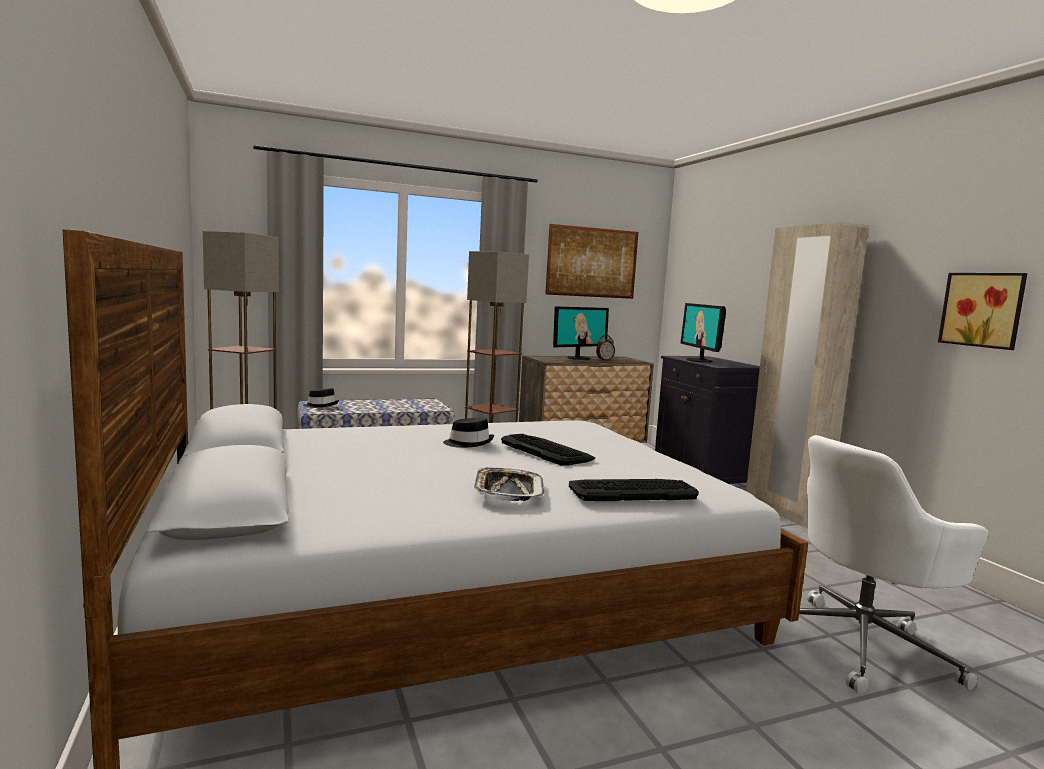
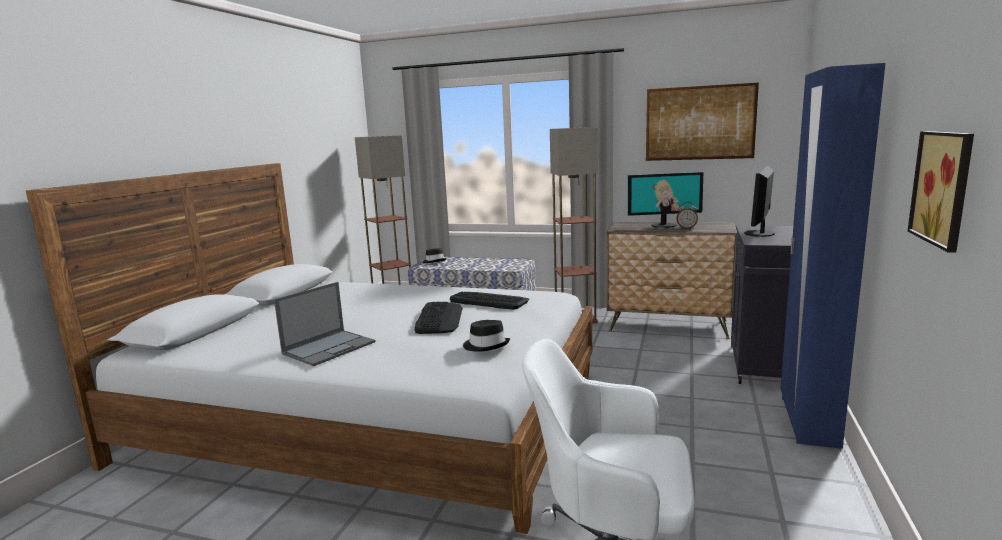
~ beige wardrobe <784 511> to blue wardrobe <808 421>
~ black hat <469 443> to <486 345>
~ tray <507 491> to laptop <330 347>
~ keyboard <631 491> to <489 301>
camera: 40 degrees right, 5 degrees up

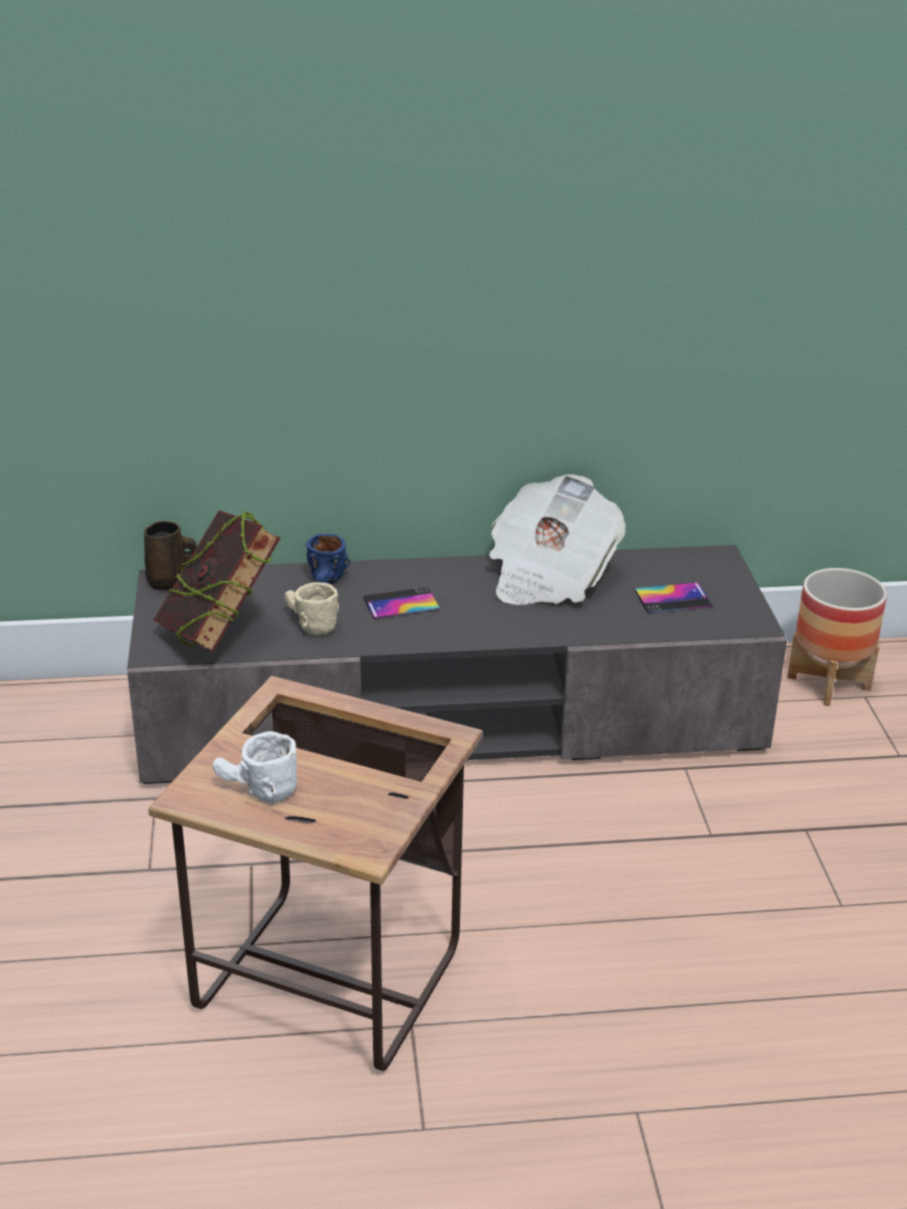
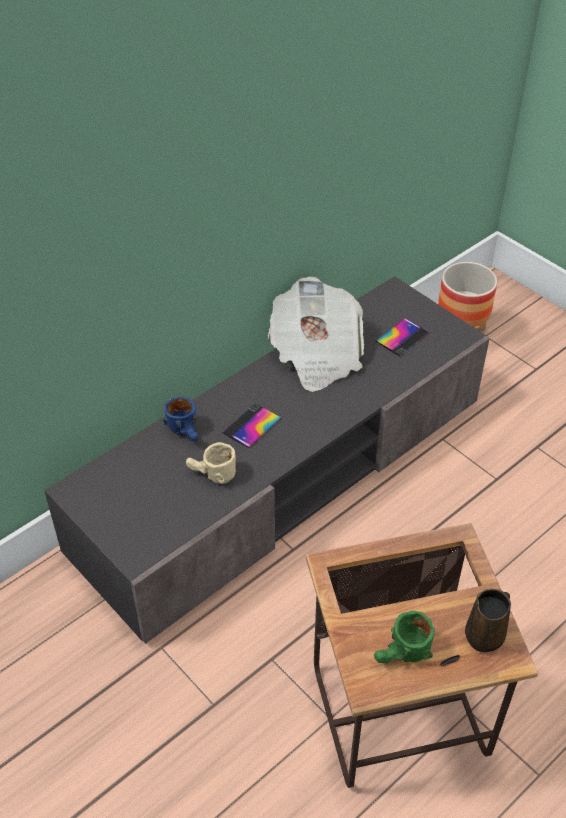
- book <220 634>
~ brown mug <170 582> to <485 635>
~ white mug <255 791> to green mug <402 656>
camera: 35 degrees left, 15 degrees up

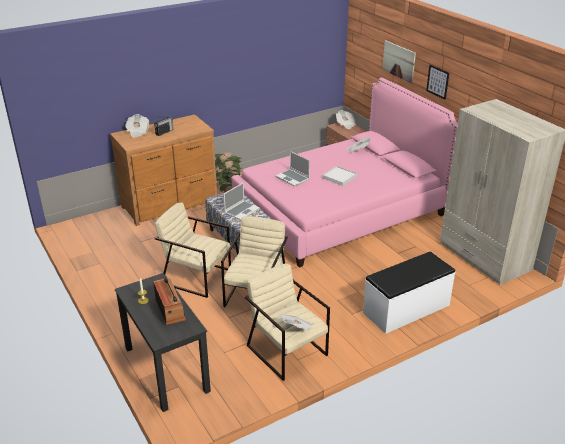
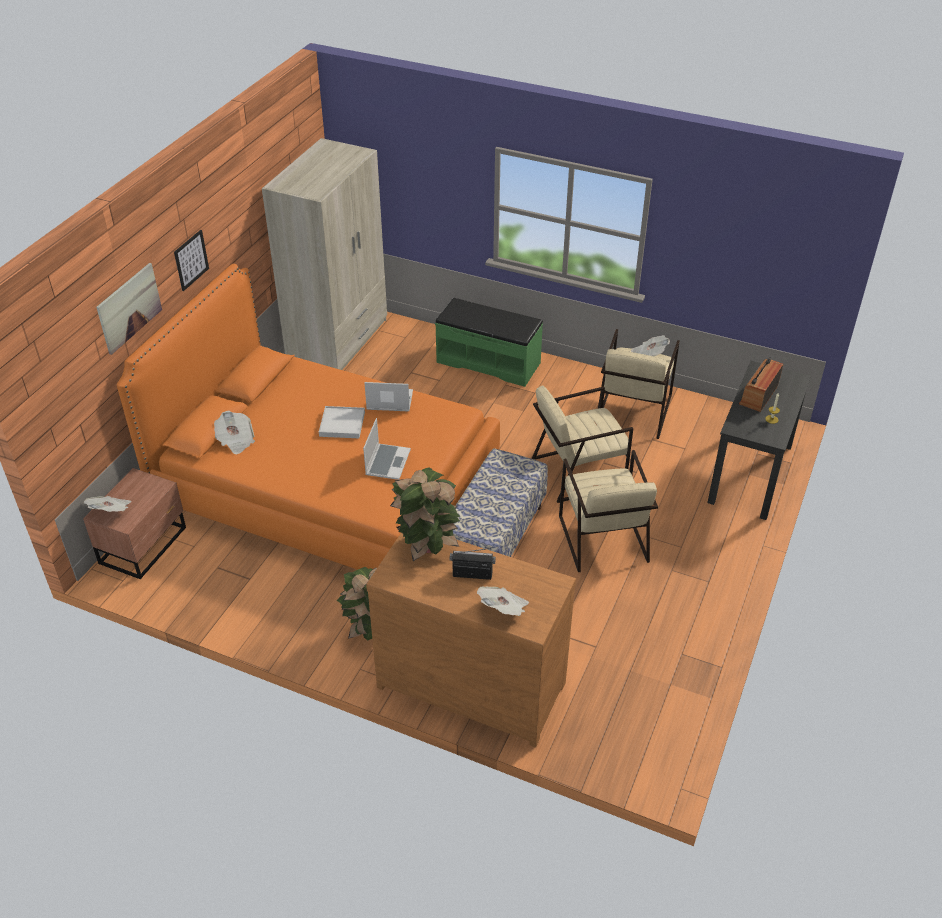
~ pink bed <339 210> to orange bed <327 485>
~ laptop <242 211> to <389 401>
~ white bench <406 309> to green bench <488 362>
+ potted plant <426 544>
camera: 125 degrees left, 10 degrees up

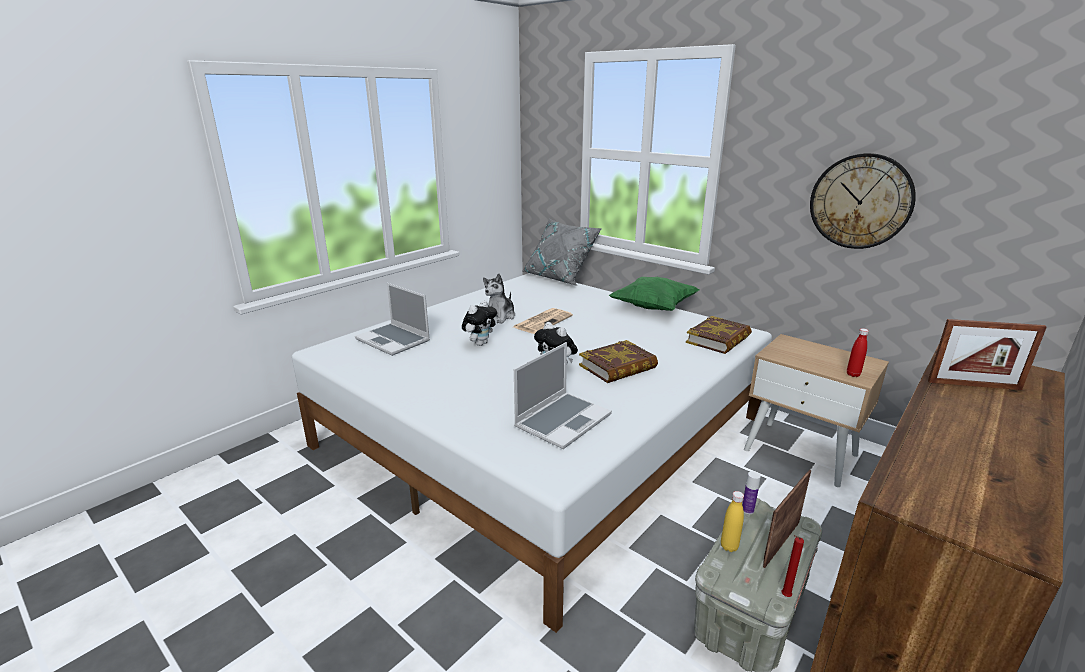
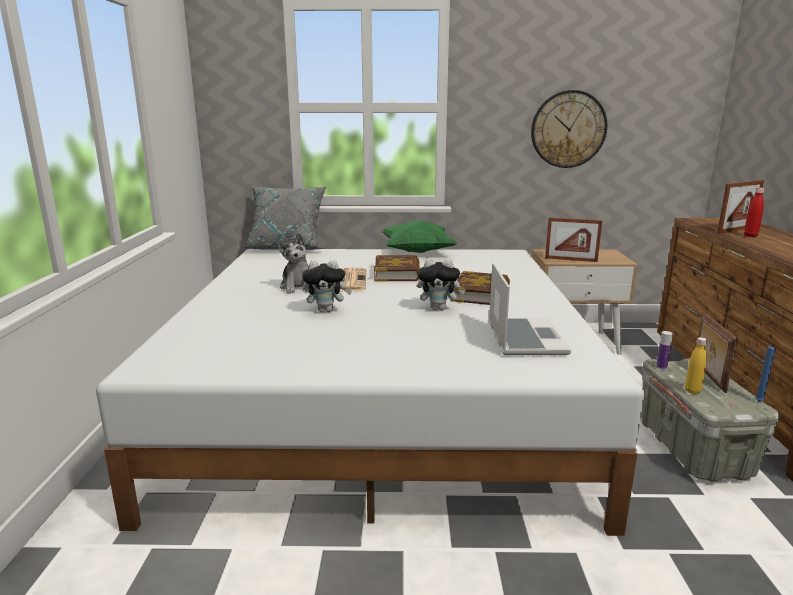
- laptop <394 340>
~ plush toy <480 343> = <327 310> 90 degrees clockwise
~ book <718 340> to <397 273>
~ red bottle <853 374> to <750 236>
~ red candle <784 596> to blue candle <759 402>
+ picture frame <571 259>
camera: 40 degrees left, 5 degrees down

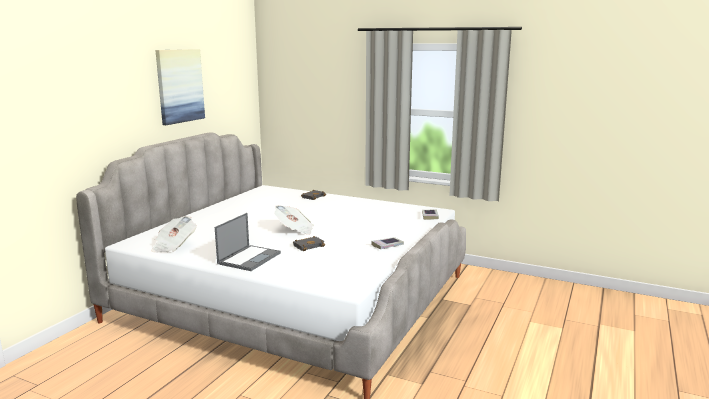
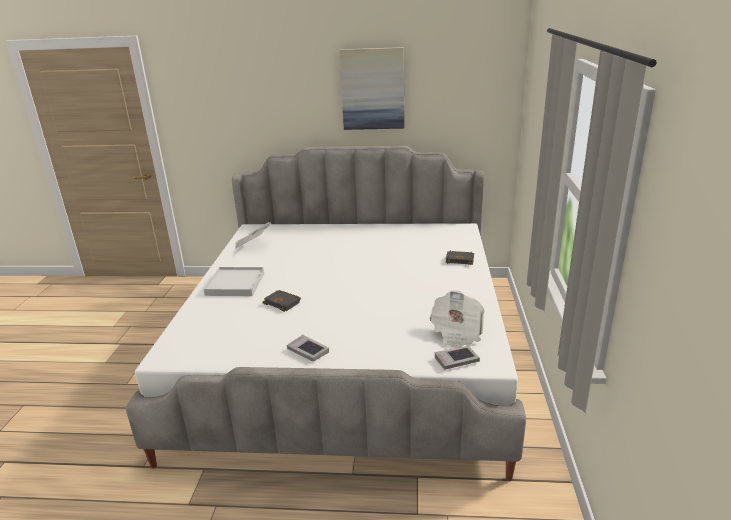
~ newspaper <295 230> to <456 333>
~ laptop <249 258> to white tray <235 284>
camera: 70 degrees right, 10 degrees up

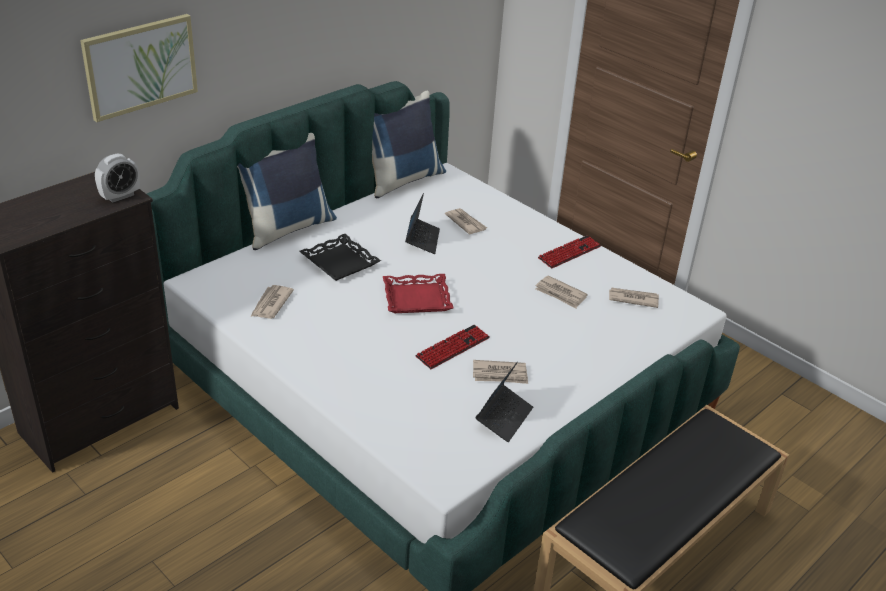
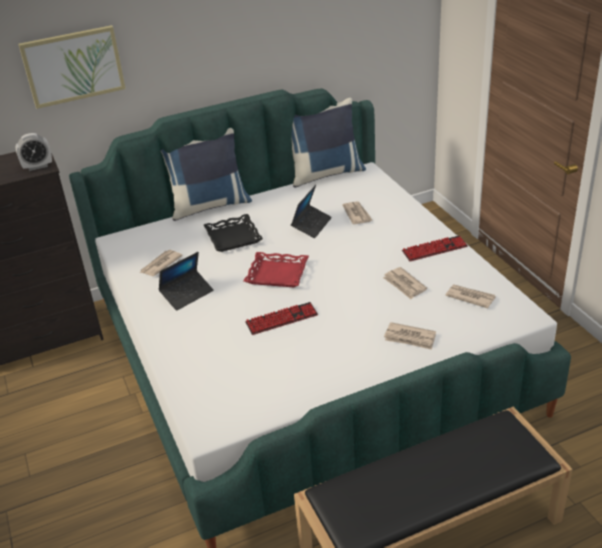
~ newspaper <500 374> to <410 338>
~ laptop <504 417> to <187 294>
camera: 25 degrees right, 0 degrees up

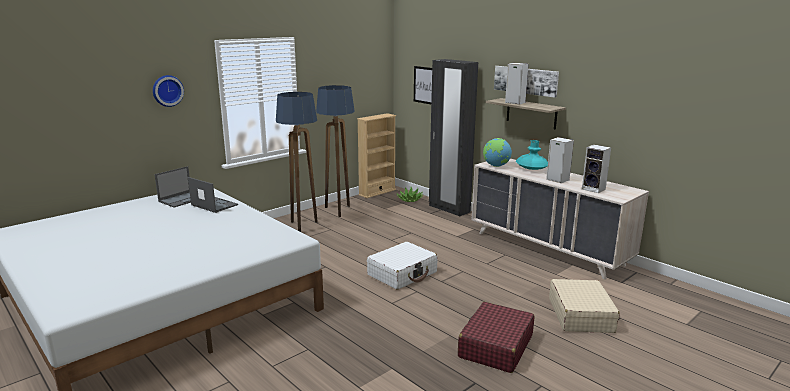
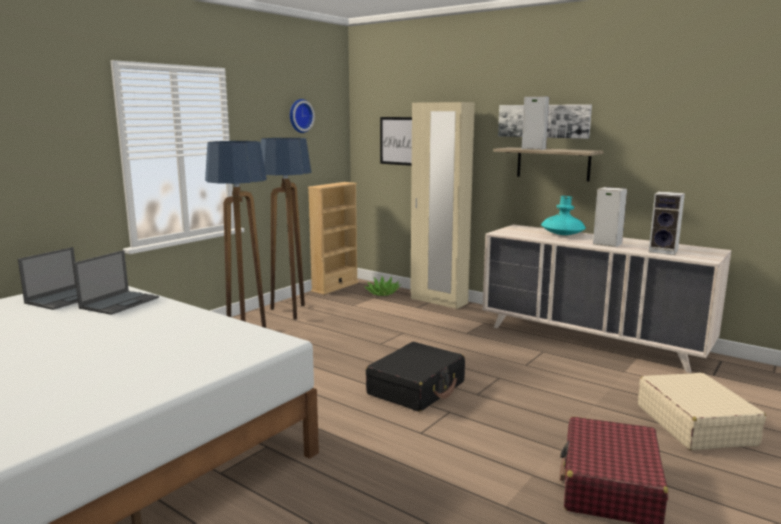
~ black wardrobe <449 209> to beige wardrobe <438 301>
~ wall clock <167 90> to <299 116>
- globe <496 166>
~ laptop <214 205> = <120 302> 90 degrees clockwise
~ white suitcase <402 274> to black suitcase <416 388>
camera: 10 degrees left, 5 degrees down

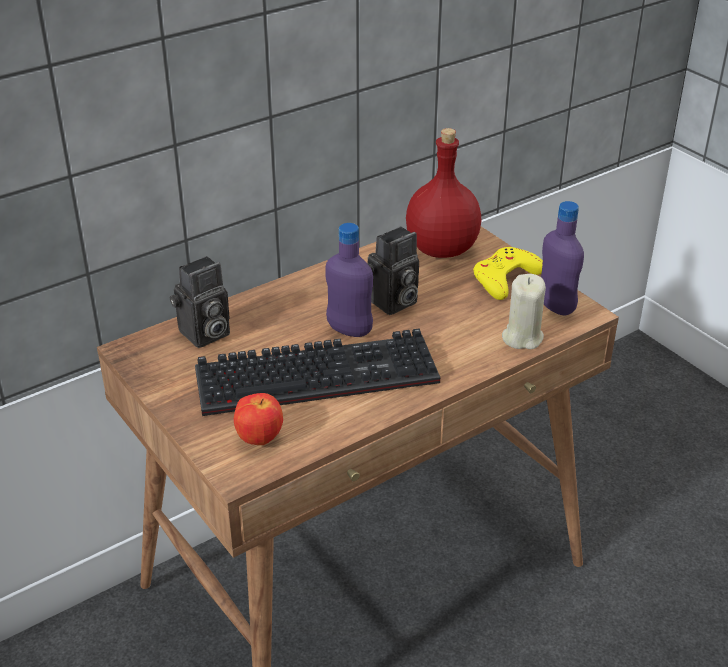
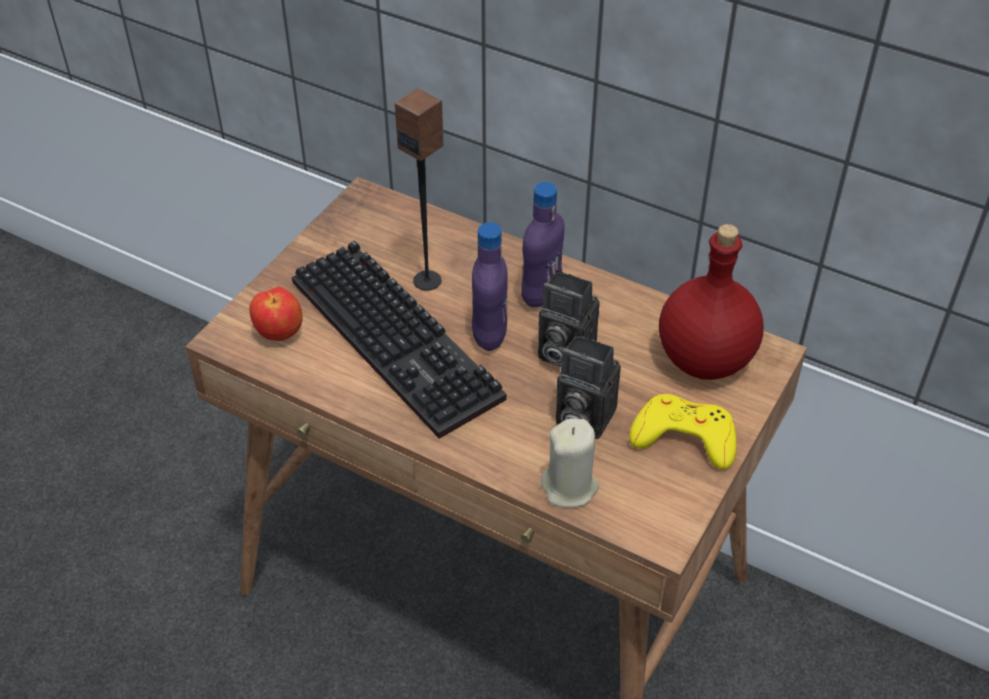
~ purple bottle <555 307> to <541 294>
~ photo camera <204 335> to <581 417>
+ speaker <427 280>
camera: 65 degrees right, 10 degrees up

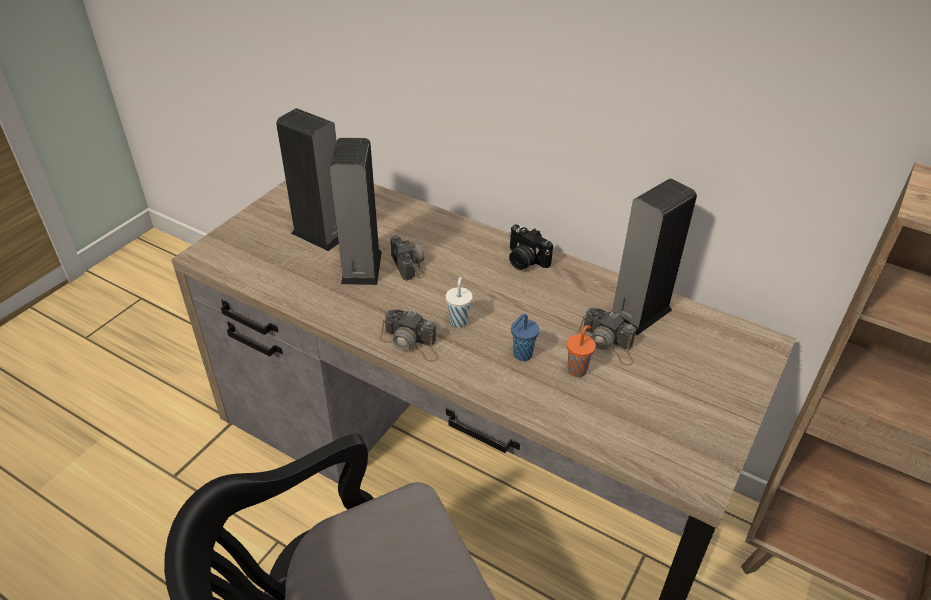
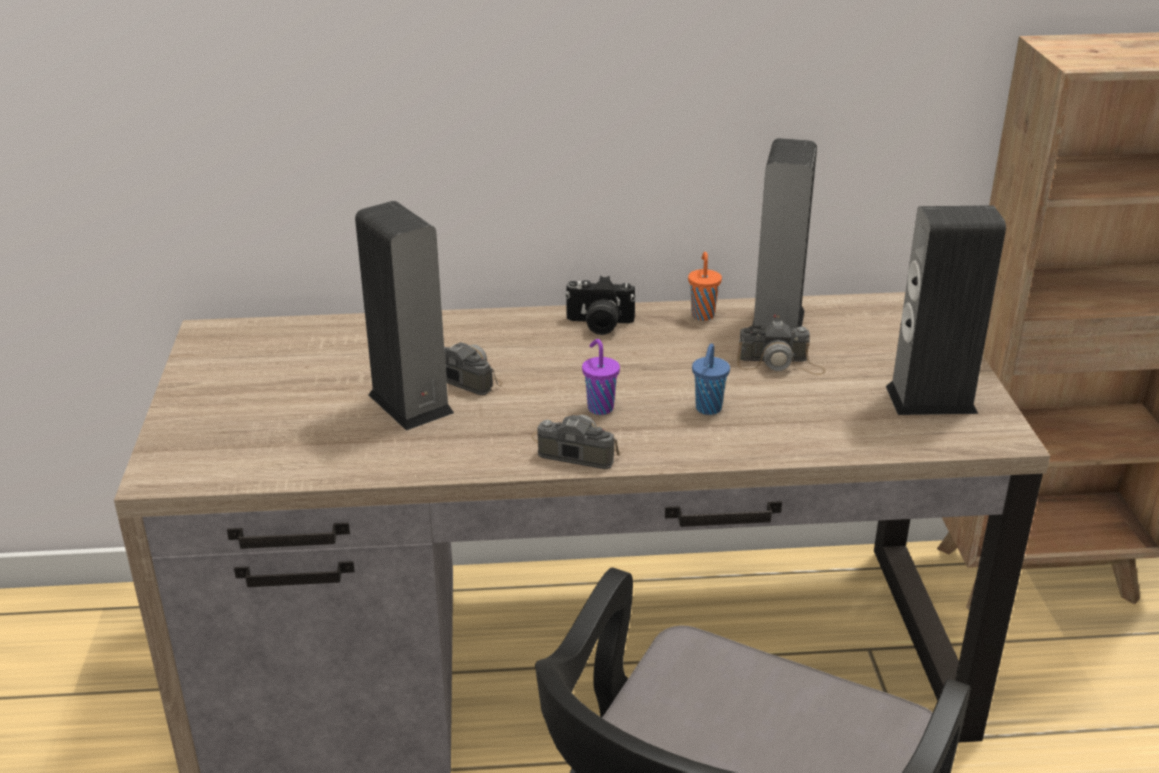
~ speaker <321 234> to <931 399>
~ white cup <459 321> to purple cup <599 407>
~ photo camera <411 343> = <572 450> 150 degrees counterclockwise
~ orange cup <577 369> to <702 315>
camera: 35 degrees left, 10 degrees down

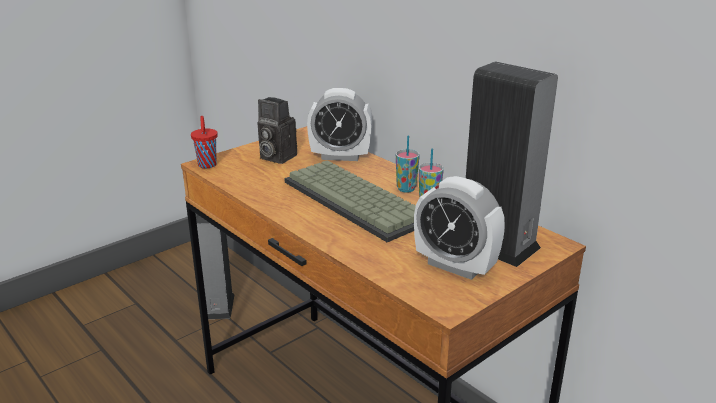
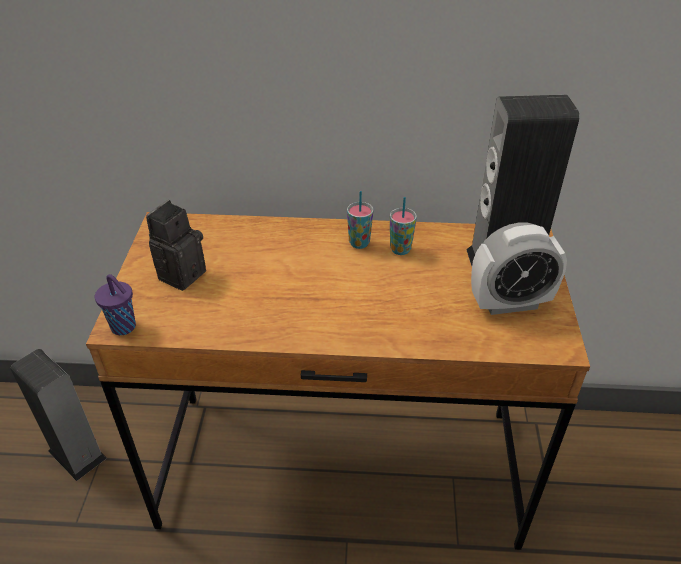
- alarm clock <340 156>
~ photo camera <275 157> = <181 273> 135 degrees clockwise
~ red cup <207 165> to purple cup <124 328>
- keyboard <357 201>
camera: 45 degrees left, 15 degrees up

